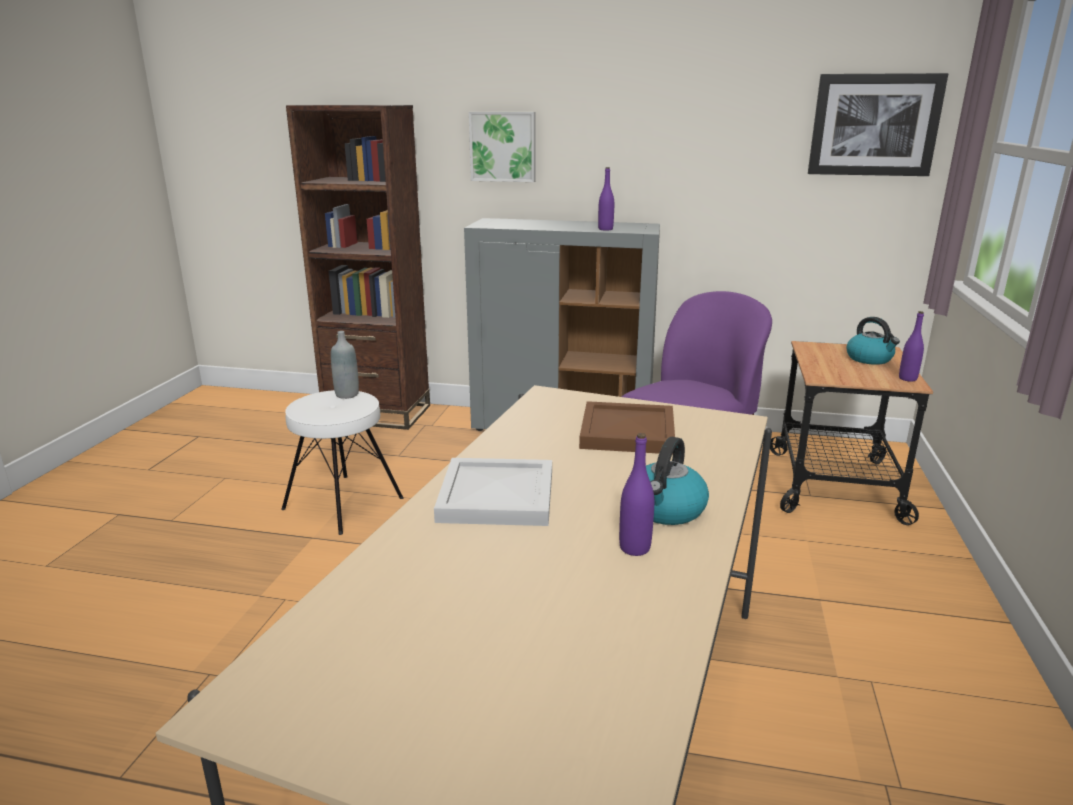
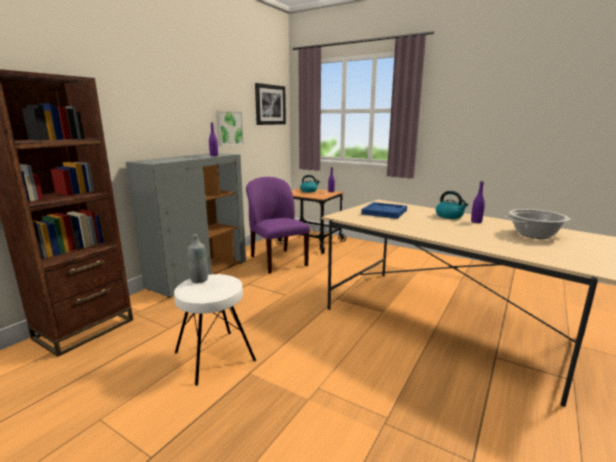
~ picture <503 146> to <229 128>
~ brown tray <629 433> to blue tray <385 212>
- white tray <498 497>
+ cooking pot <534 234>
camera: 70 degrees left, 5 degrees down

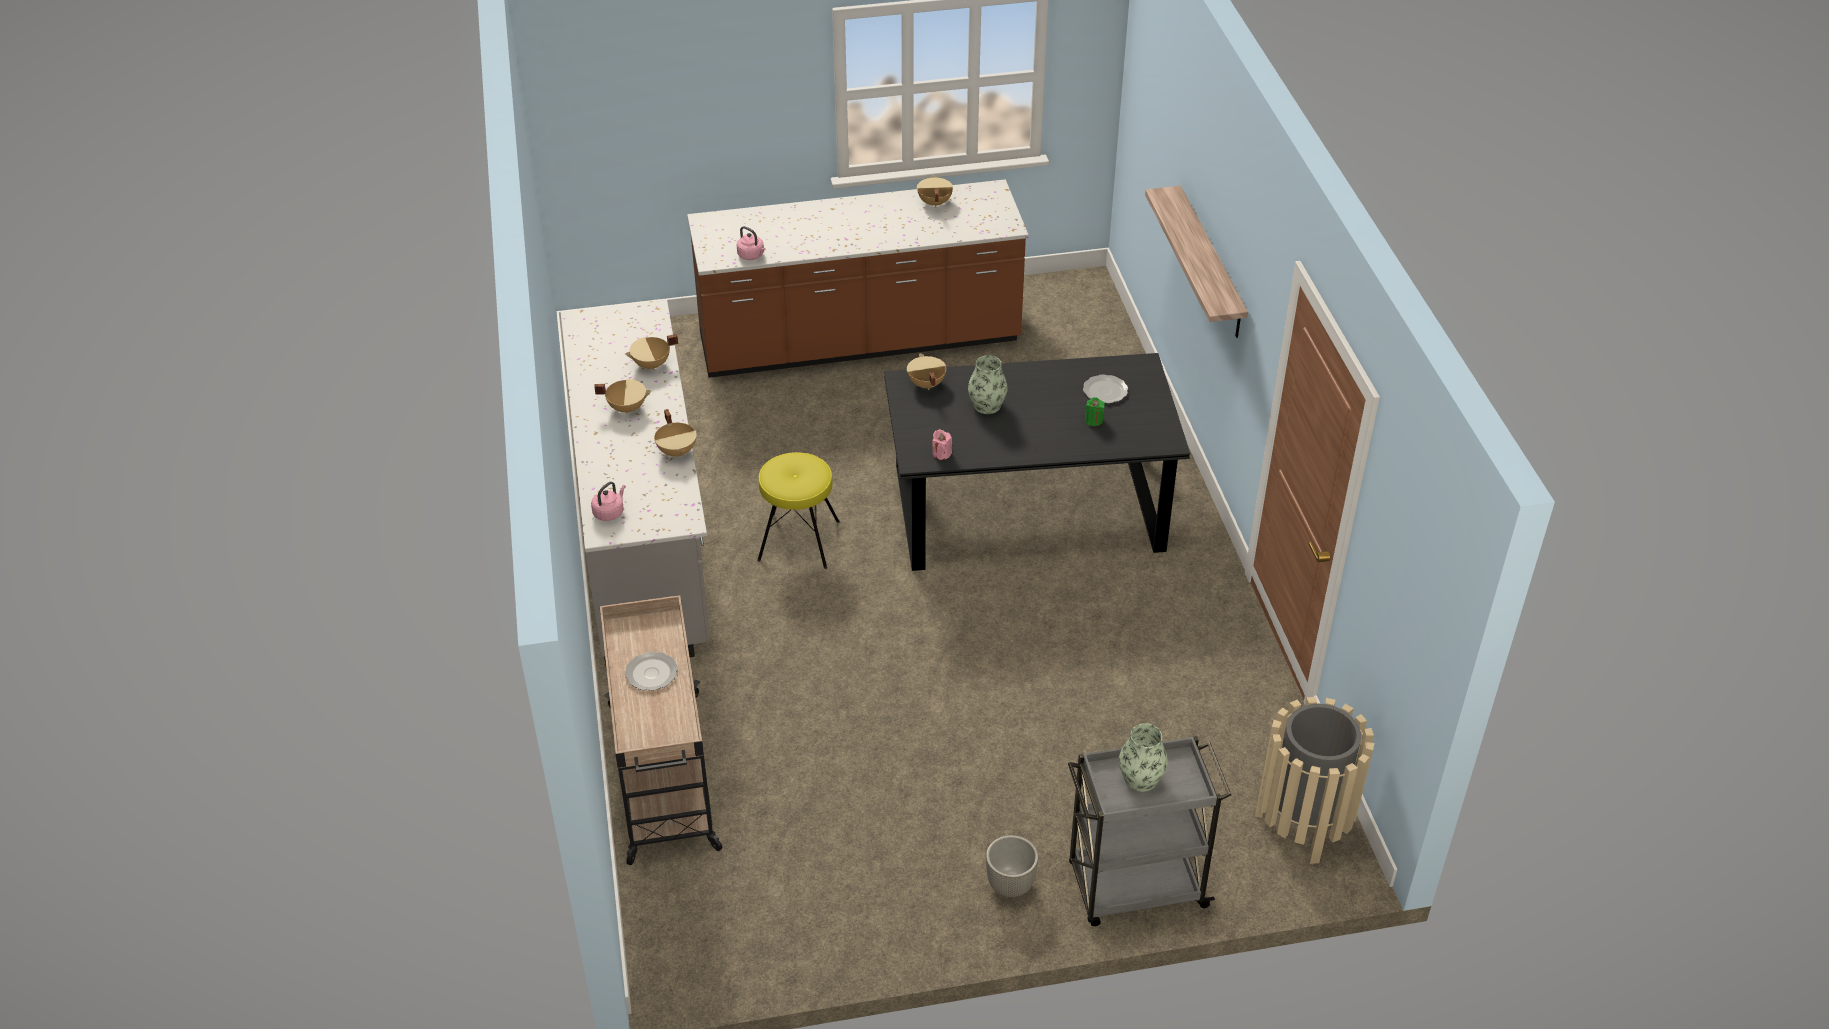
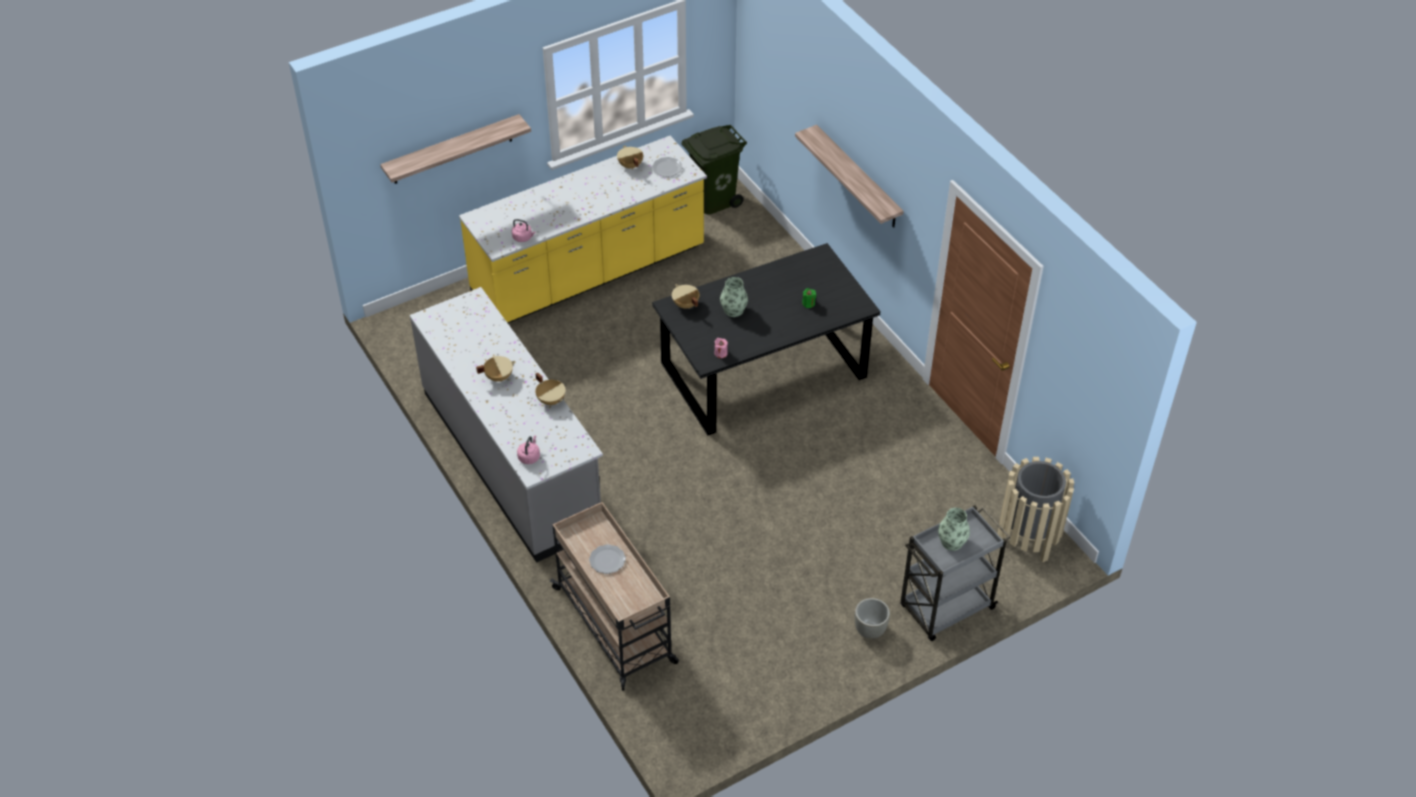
~ brown counter <859 341> to yellow counter <589 274>
- beige cooking pot <652 365>
~ plate <1104 390> to <666 168>
- yellow stool <798 540>
+ shelf <452 150>
+ green trash can <713 200>
camera: 20 degrees left, 5 degrees up

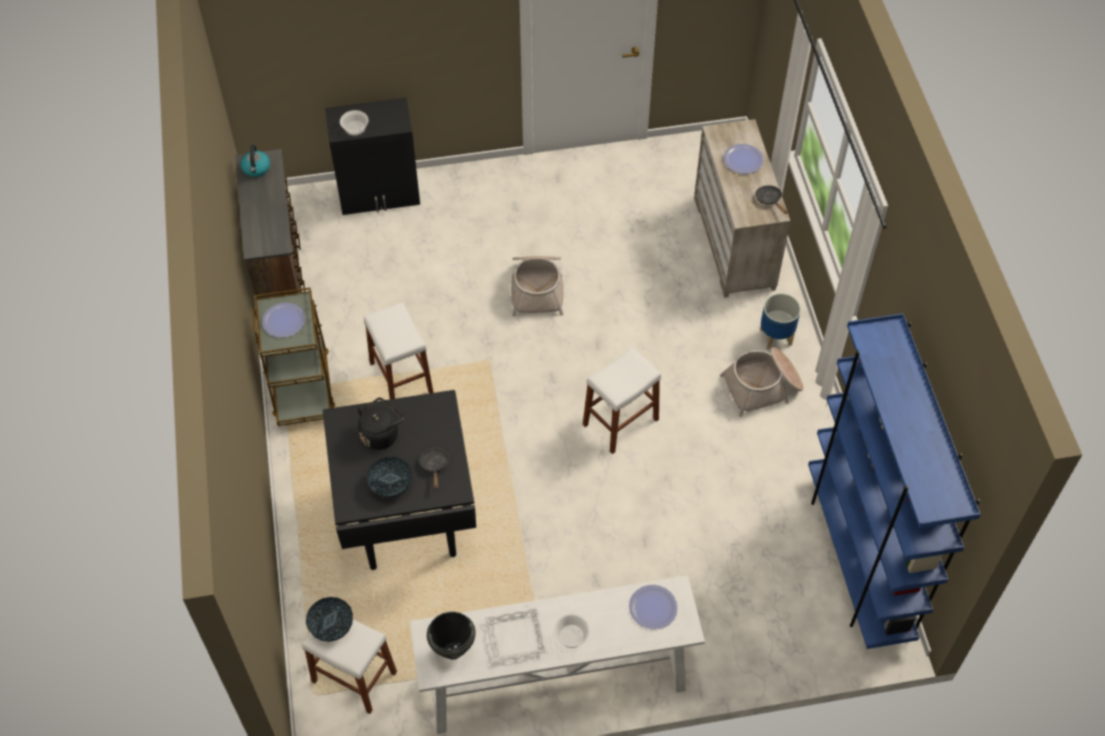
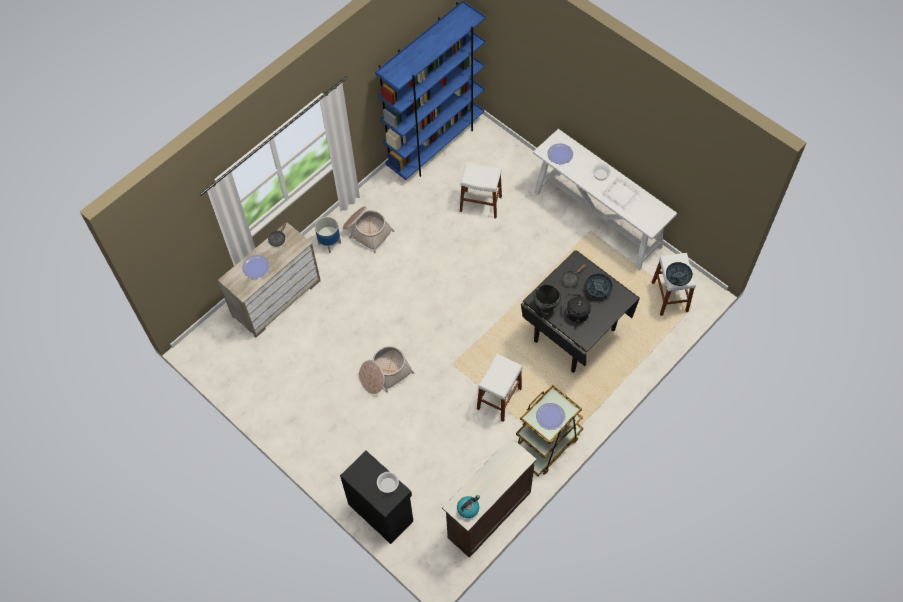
~ white stool <620 422> to <480 204>
~ black cooking pot <452 650> to <546 308>
camera: 125 degrees left, 5 degrees up

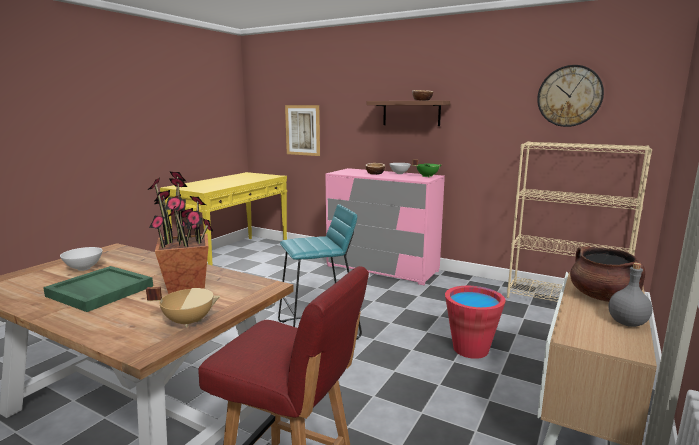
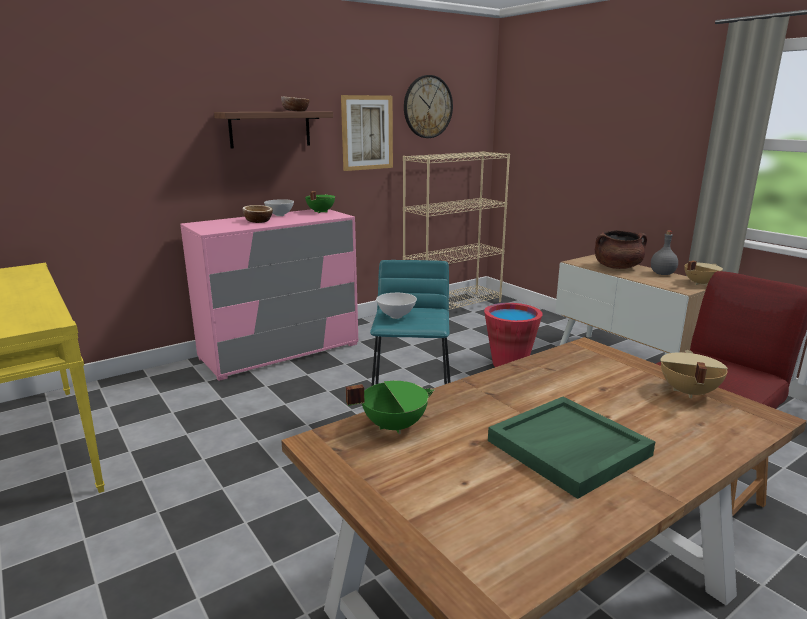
~ picture <302 130> to <367 133>
- potted plant <187 288>
~ white bowl <83 268> to <396 316>
+ beige cooking pot <699 283>
+ green cooking pot <393 425>
camera: 65 degrees left, 5 degrees up

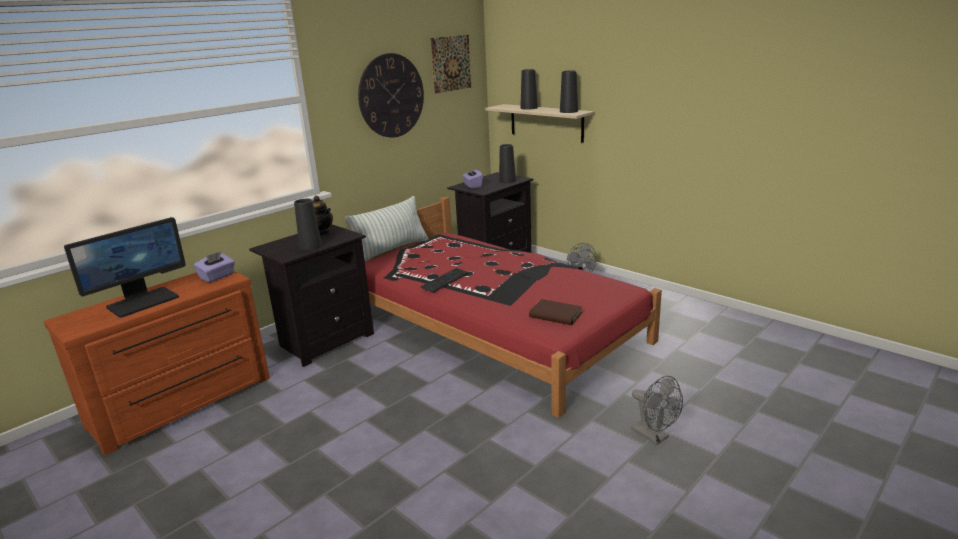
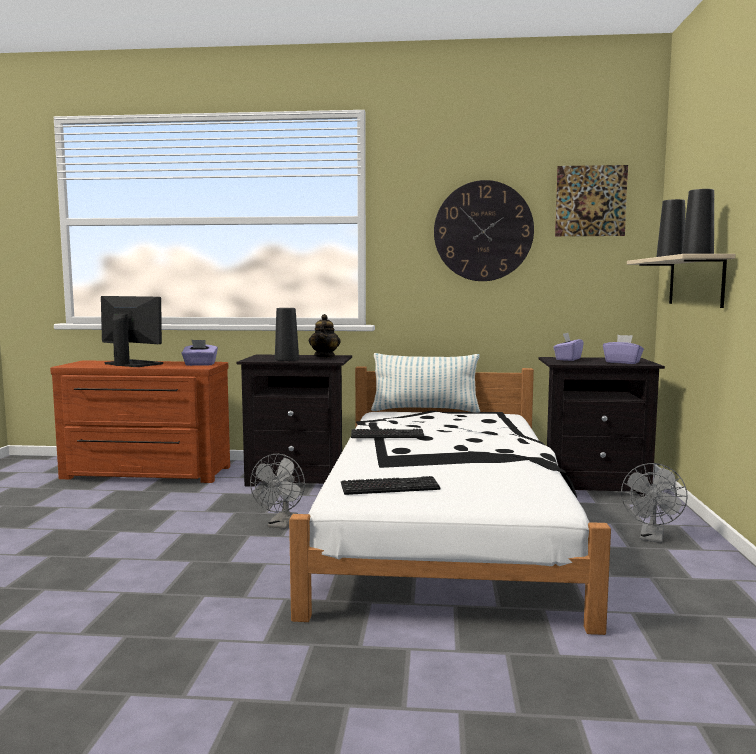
~ black vase <507 181> to purple tissue box <622 362>
~ red bed <492 327> to white bed <443 527>
~ monitor <143 301> = <132 364> 150 degrees counterclockwise
~ brown book <555 315> to keyboard <390 488>
~ grey fan <654 436> to <281 525>
camera: 50 degrees right, 15 degrees down

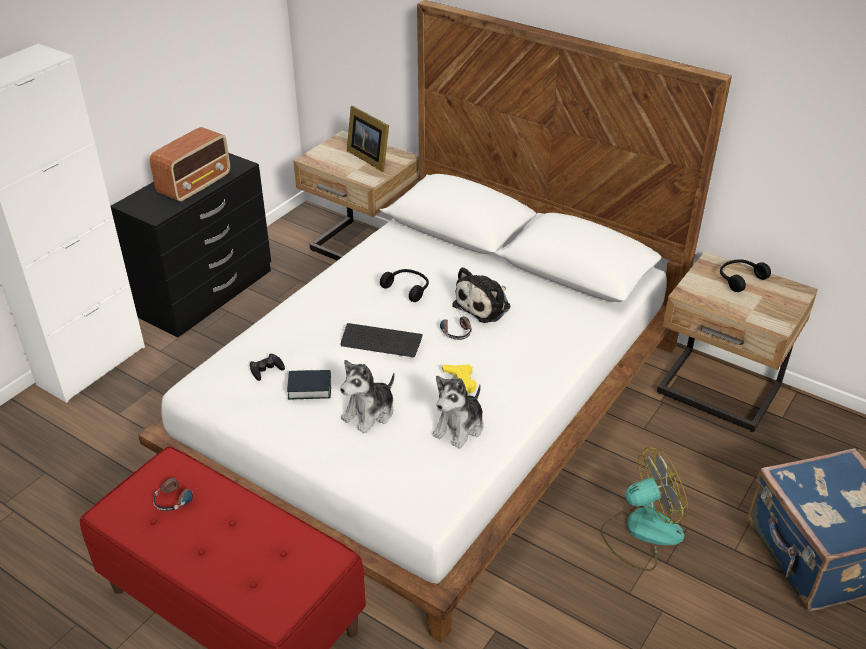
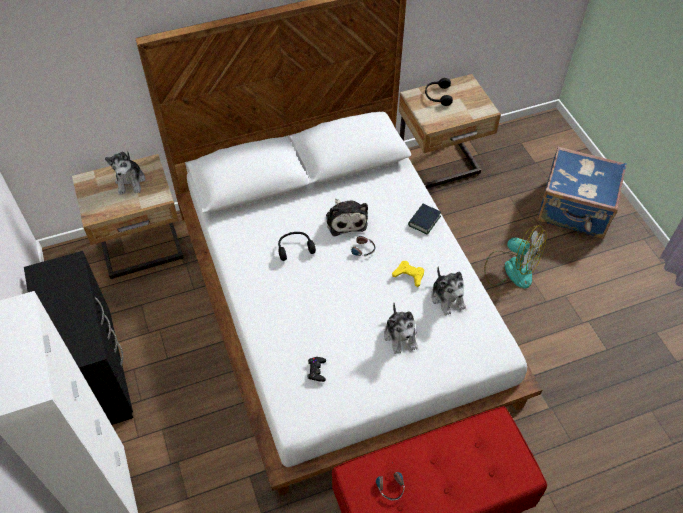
~ picture frame <369 157> to plush toy <130 181>
- radio <195 185>
- keyboard <381 341>
~ book <309 388> to <424 221>
~ fan <641 532> = <511 268> 105 degrees clockwise
camera: 55 degrees left, 15 degrees up

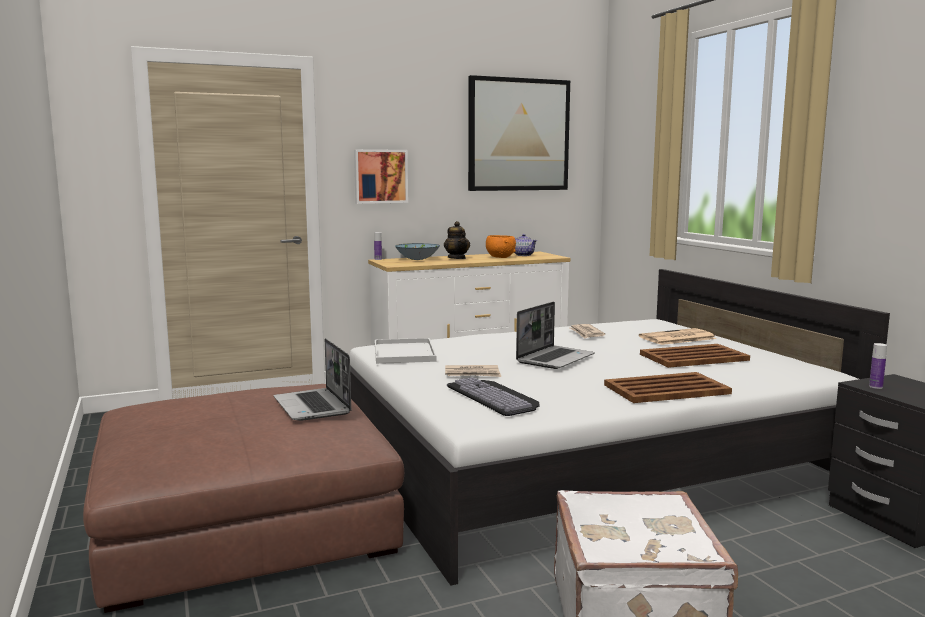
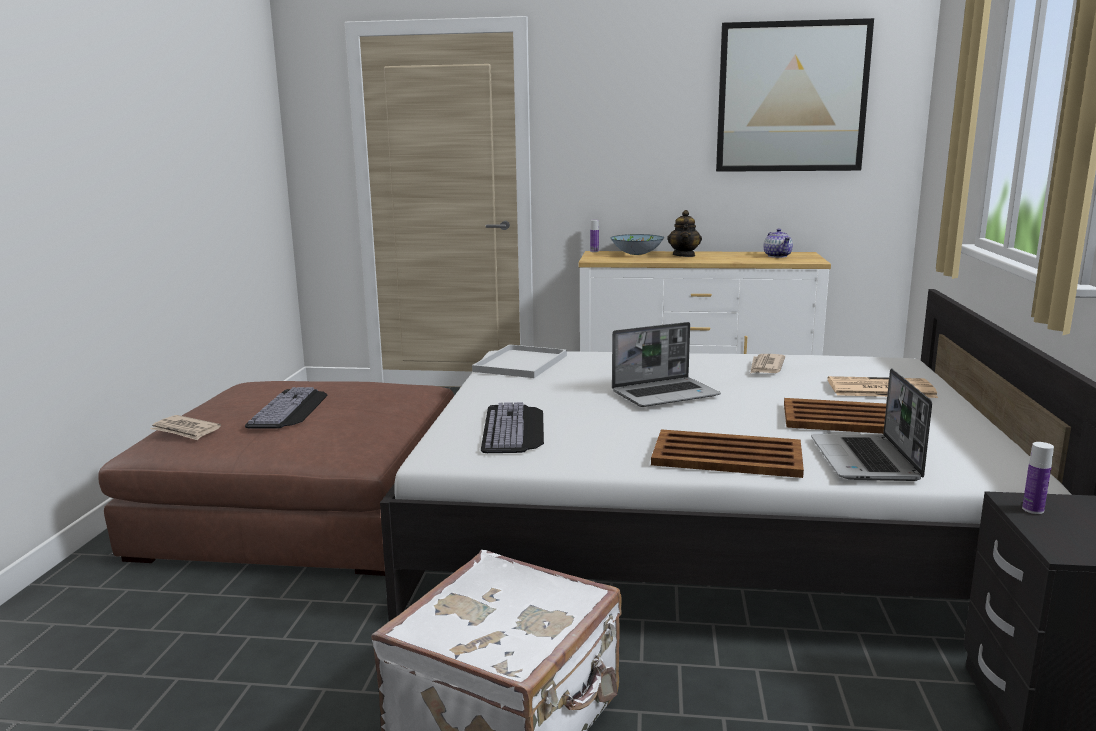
- picture <380 176>
- orange bowl <500 257>
~ laptop <313 406> to <866 460>
~ newspaper <472 374> to <185 430>
+ keyboard <291 409>
camera: 30 degrees right, 5 degrees up

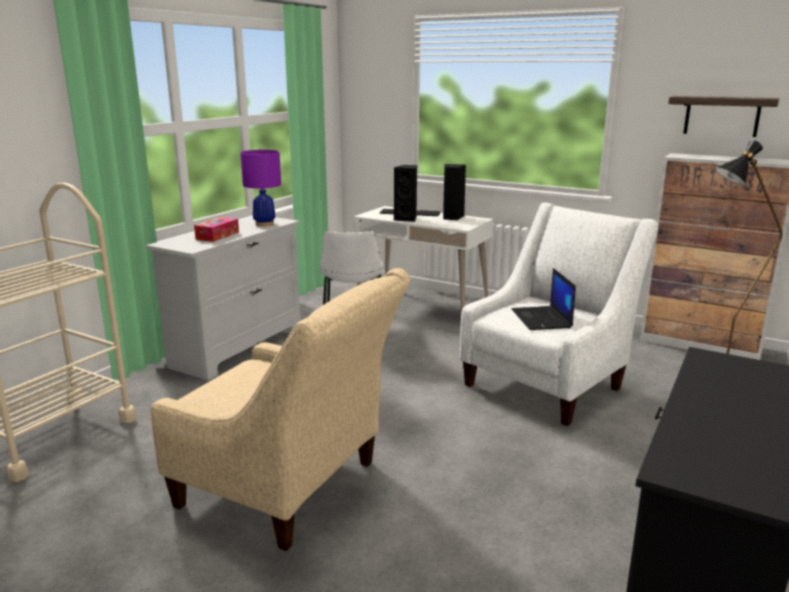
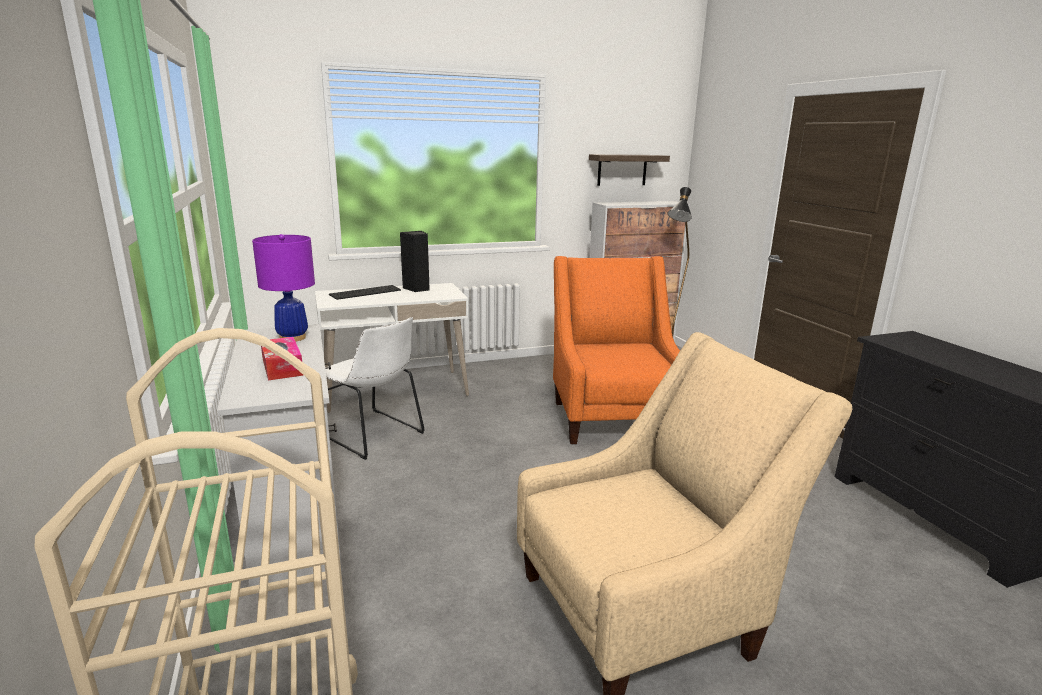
- black speaker <407 219>
~ white armchair <549 383> to orange armchair <612 415>
- laptop <542 319>
camera: 50 degrees left, 0 degrees up

